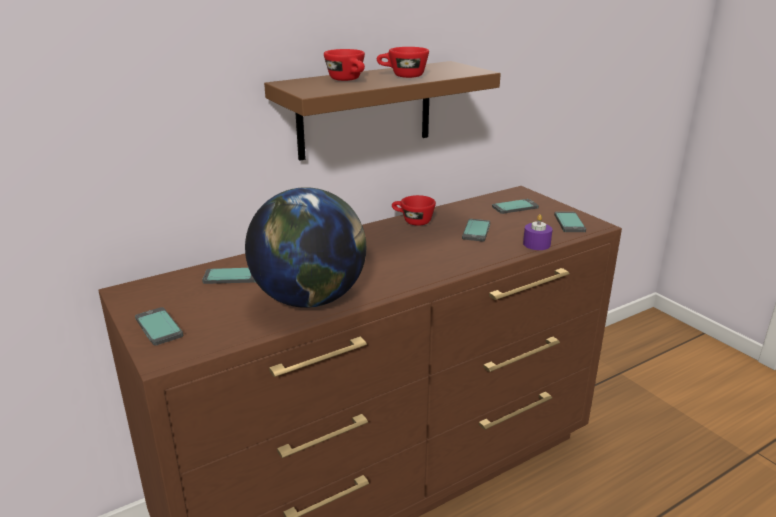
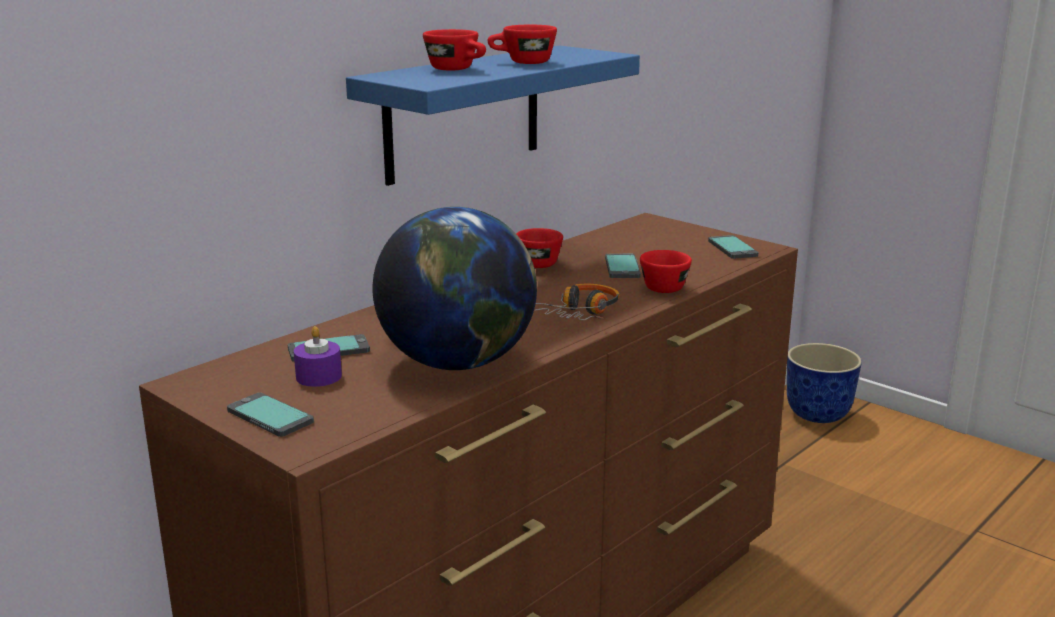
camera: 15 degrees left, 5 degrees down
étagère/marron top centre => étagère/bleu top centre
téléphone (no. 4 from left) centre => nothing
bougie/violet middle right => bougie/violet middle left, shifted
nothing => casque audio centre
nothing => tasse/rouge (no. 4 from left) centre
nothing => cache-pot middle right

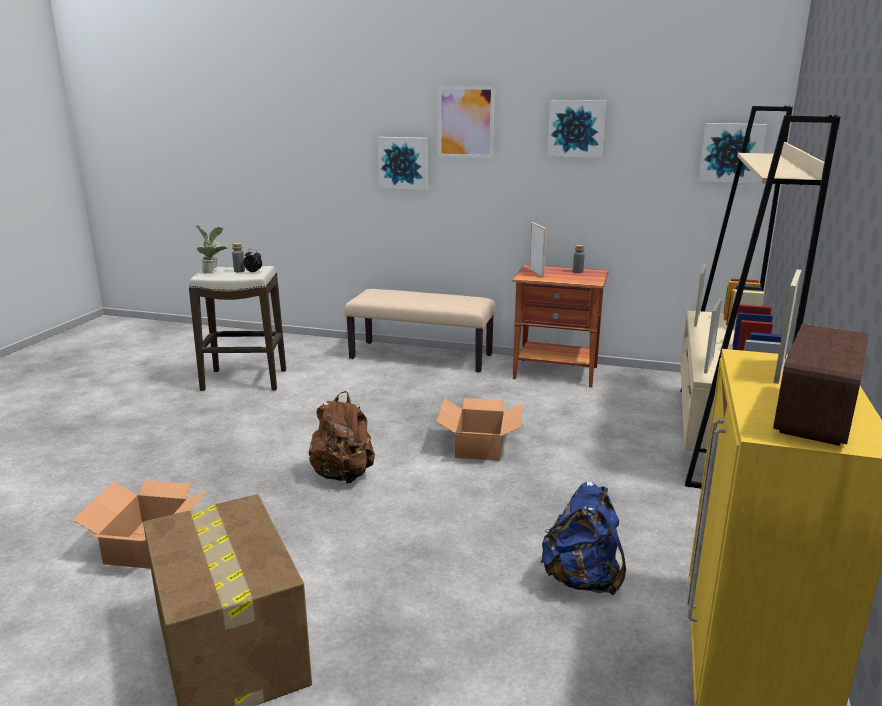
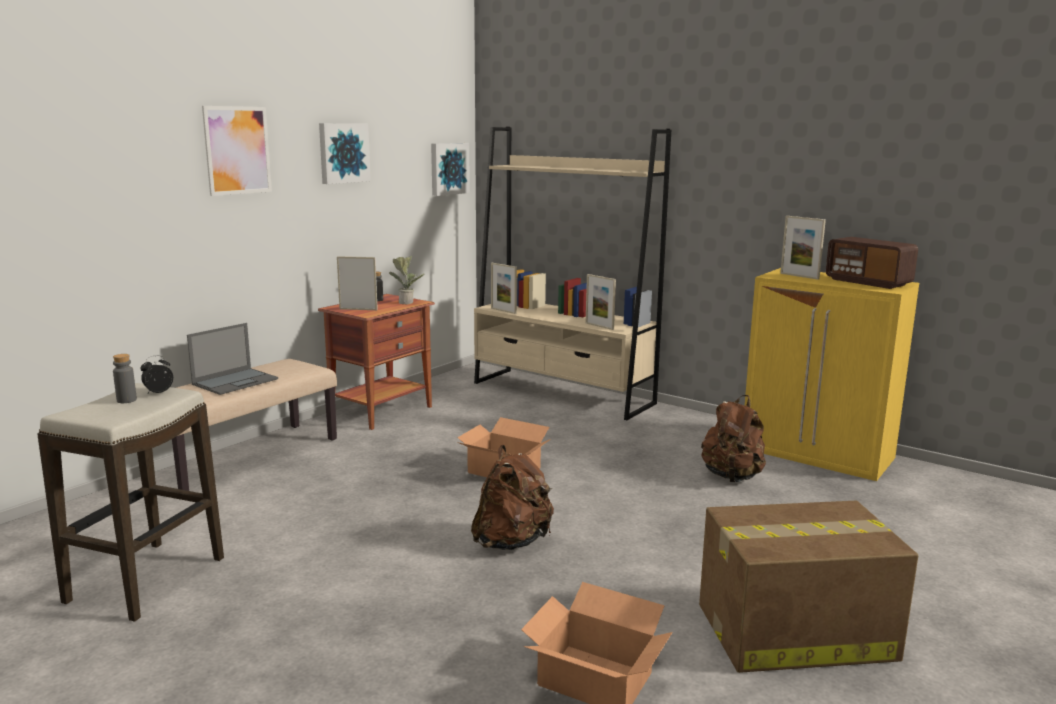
camera: 70 degrees left, 5 degrees down
plante en pot middle left => plante en pot centre, shifted
tableau (no. 1 from left) top centre => nothing
sac à dos/bleu bottom centre => sac à dos/marron (no. 2 from left) middle right
nothing => ordinateur portable middle left

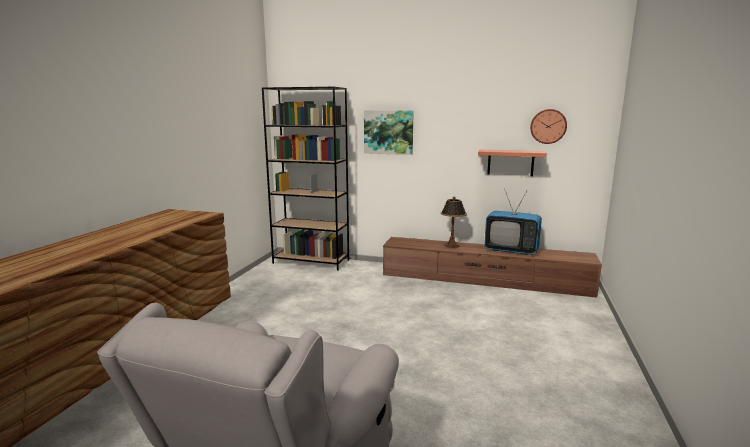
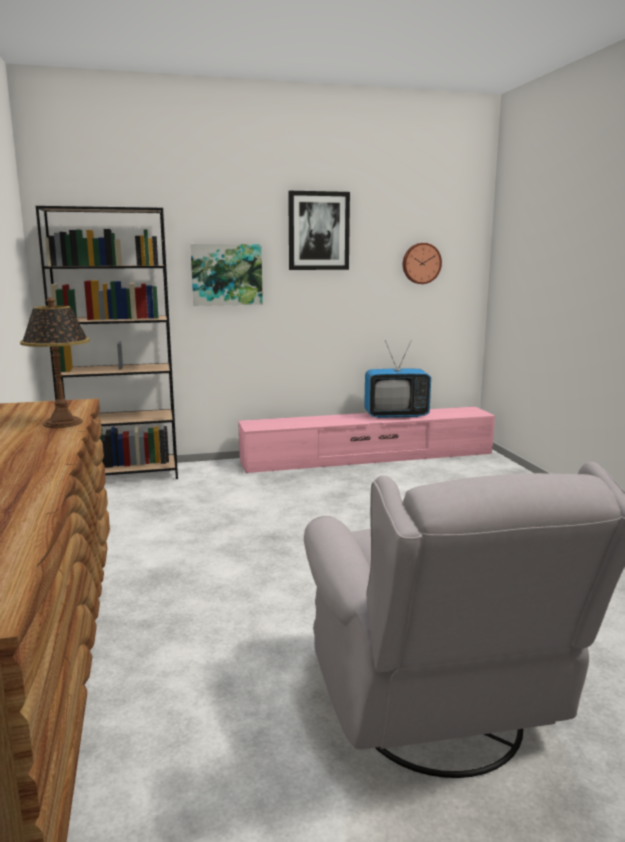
camera: 30 degrees left, 0 degrees up
meuble télé/marron centre => meuble télé/rose centre
lampe de table centre => lampe de table middle left, shifted
étagère middle right => nothing
nothing => tableau (no. 2 from left) top centre

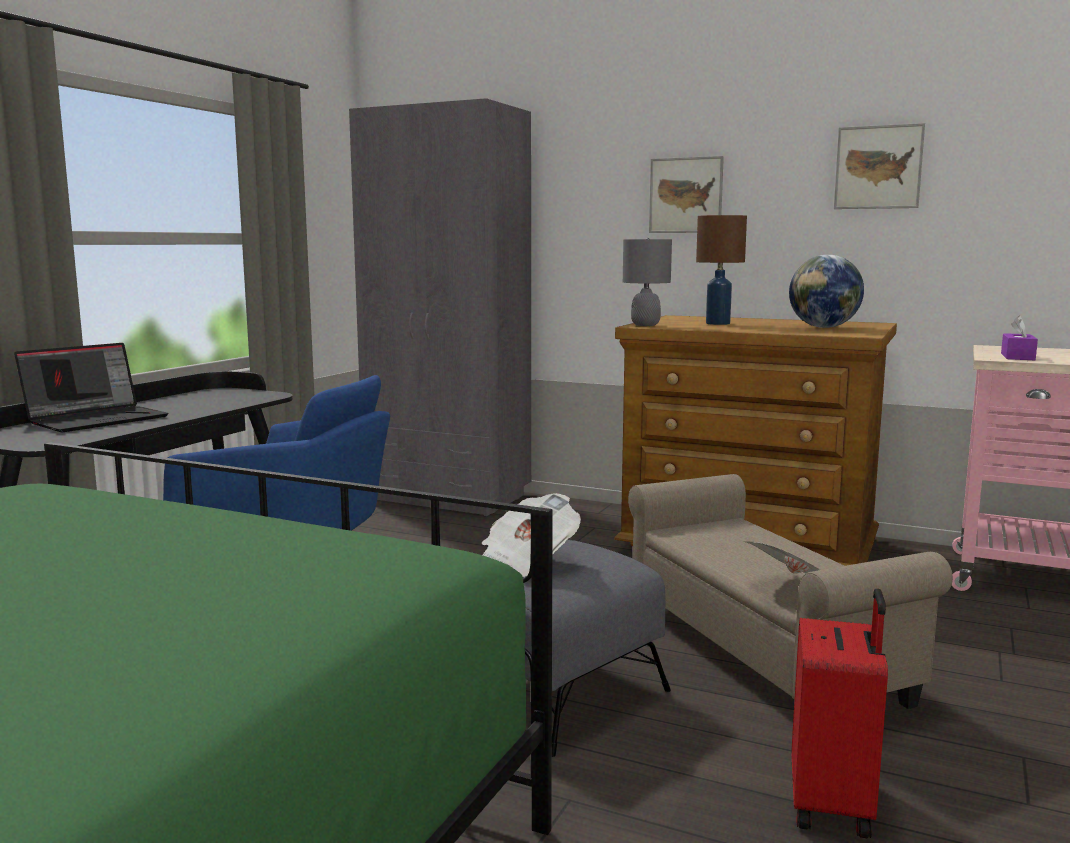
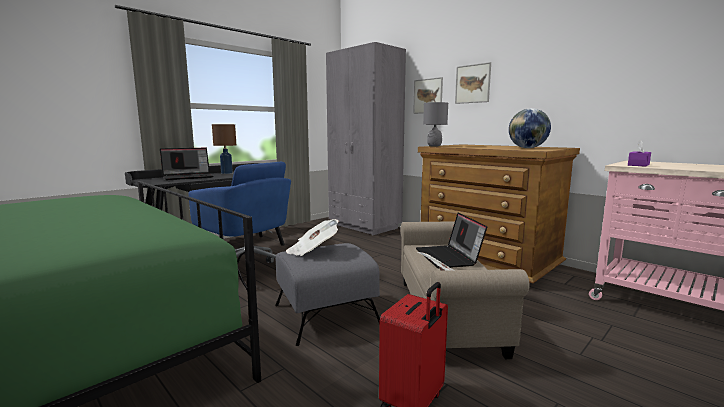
camera: 20 degrees right, 0 degrees up
lampe de table/marron top right => lampe de table/marron middle left, shifted
tableau (no. 2 from left in the first image) top right => tableau (no. 1 from left) top centre, shifted
nothing => ordinateur portable (no. 2 from left) centre

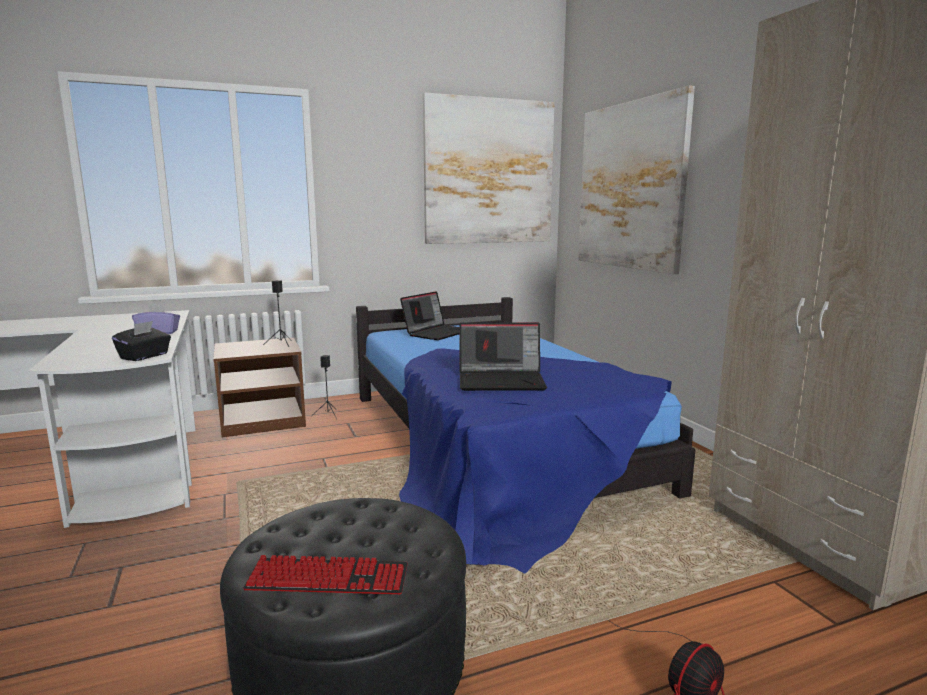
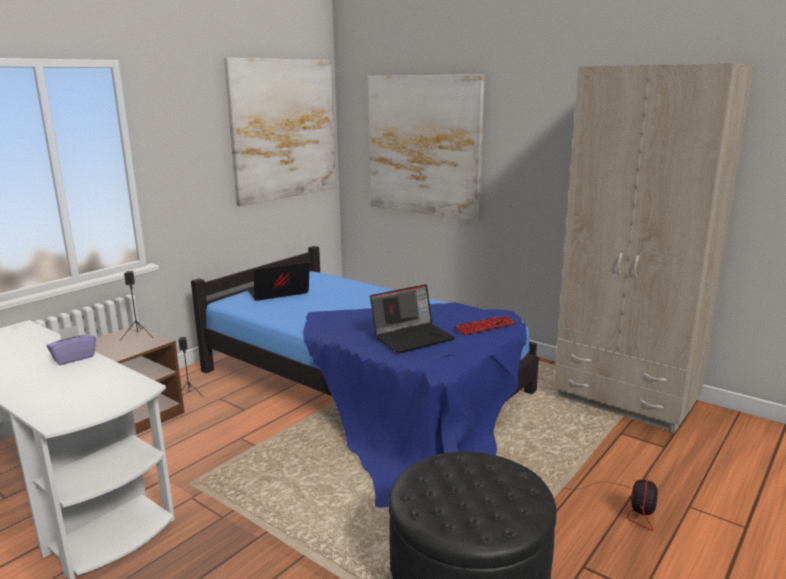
camera: 30 degrees left, 5 degrees up
boîte à mouchoirs/noir middle left => nothing
clavier bottom centre => clavier centre, shifted
ordinateur portable (no. 1 from left) centre, 120 degrees counterclockwise

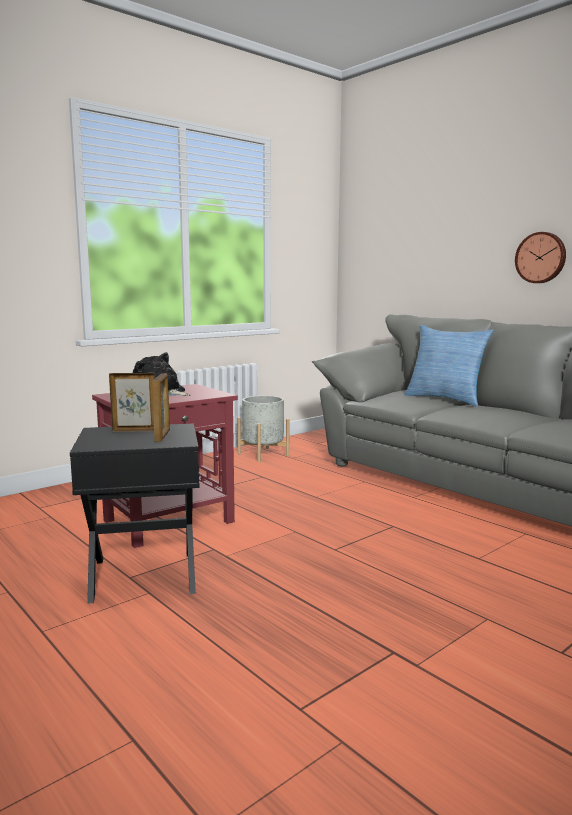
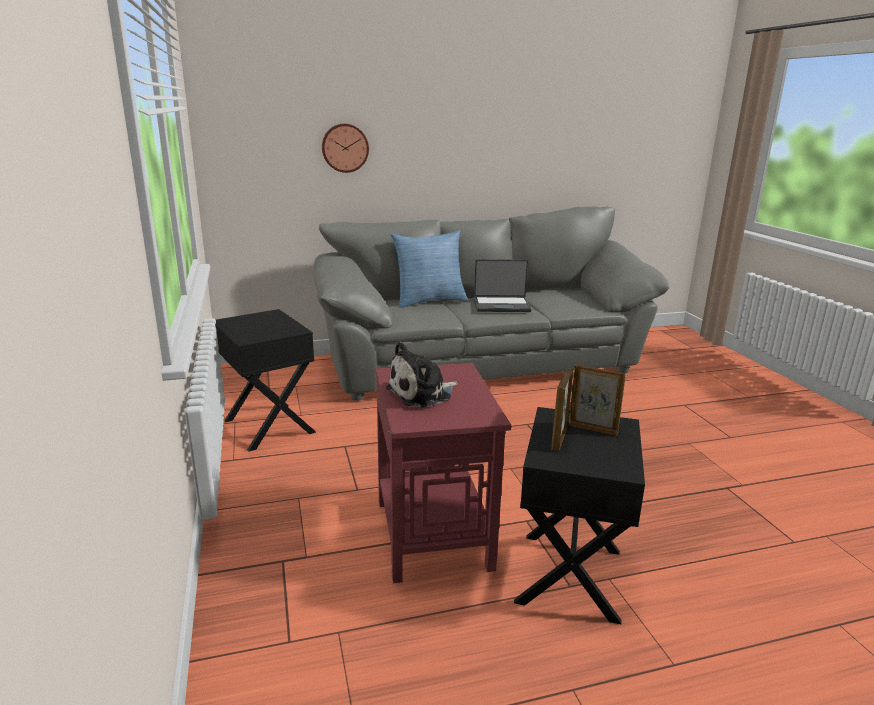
camera: 65 degrees left, 10 degrees up
cache-pot/gris centre => table d'appoint/noir (no. 1 from left) middle left
horloge murale top right => horloge murale top centre, shifted
nothing => ordinateur portable centre

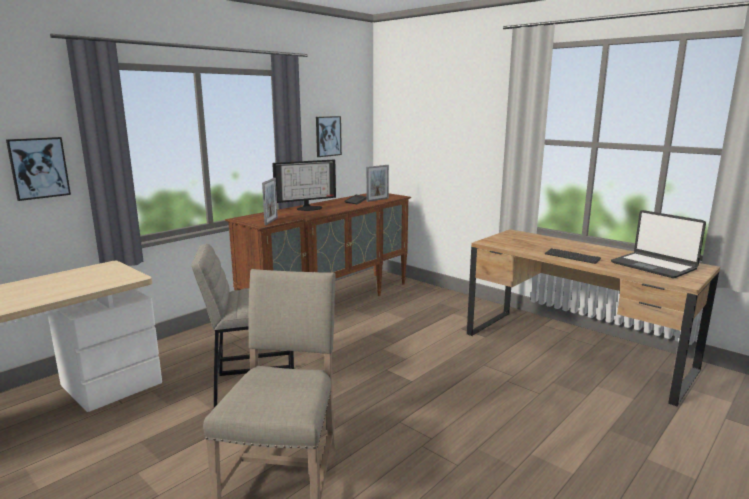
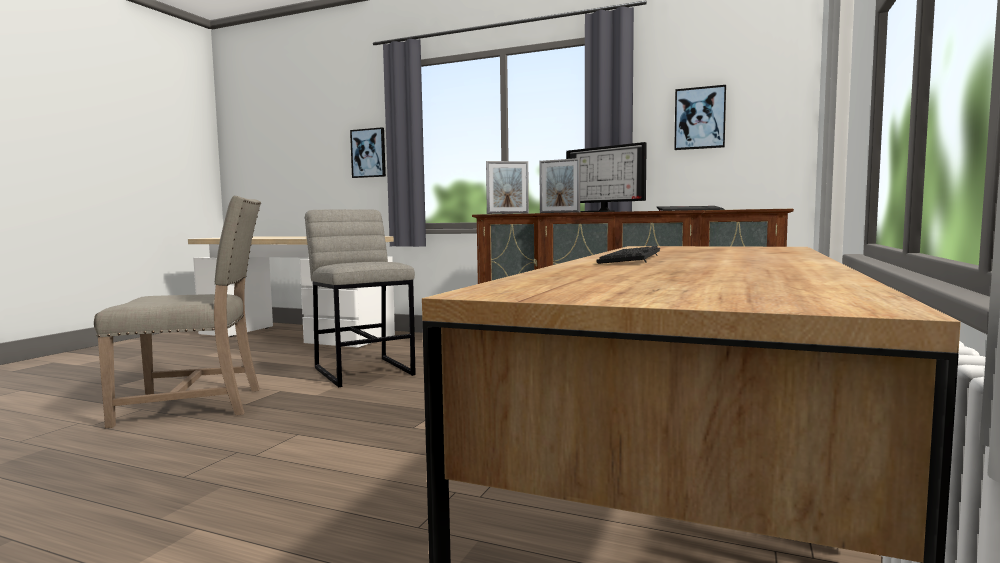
camera: 70 degrees right, 10 degrees down
cadre photo (no. 2 from left) centre => cadre photo (no. 2 from left) top centre, shifted
ordinateur portable middle right => nothing

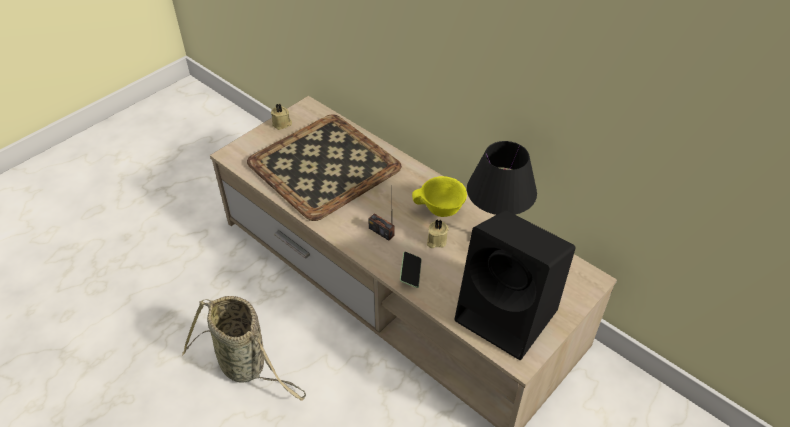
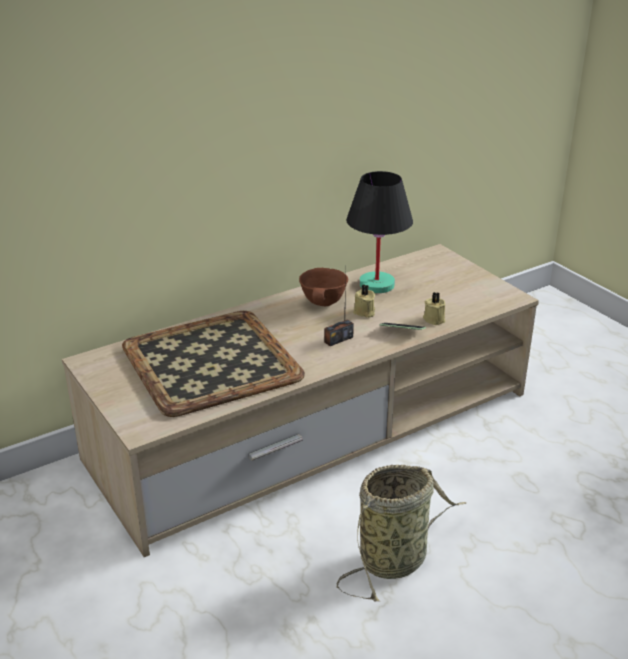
camera: 75 degrees left, 15 degrees down
bougie/beige (no. 1 from left in the first image) top centre => bougie/beige (no. 2 from left) middle right, shifted
bol/jaune centre => bol/marron centre
enceinte/noir bottom centre => nothing

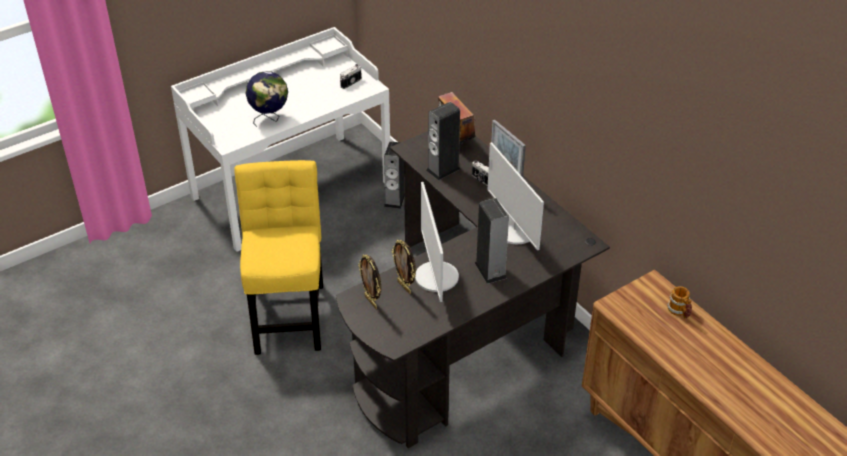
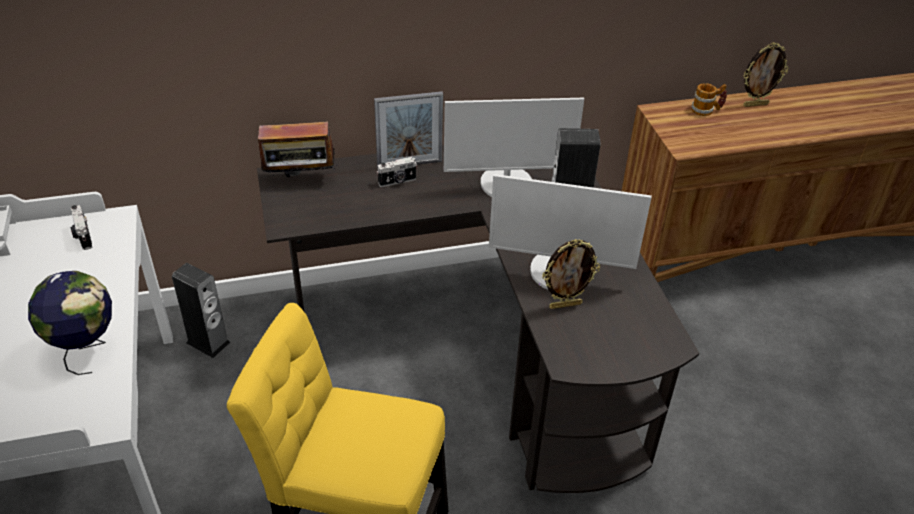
camera: 70 degrees left, 0 degrees up
cadre photo (no. 1 from left in the first image) centre => cadre photo (no. 3 from left) top right, shifted
enceinte (no. 2 from left) top centre => nothing

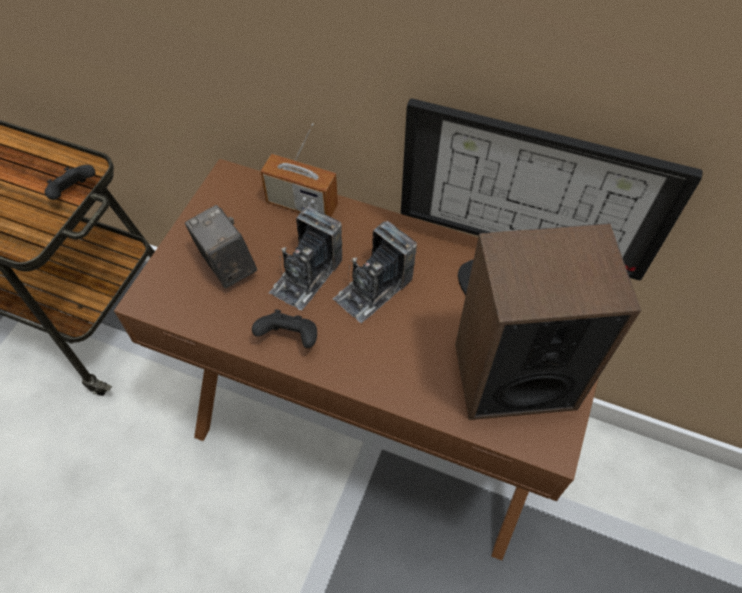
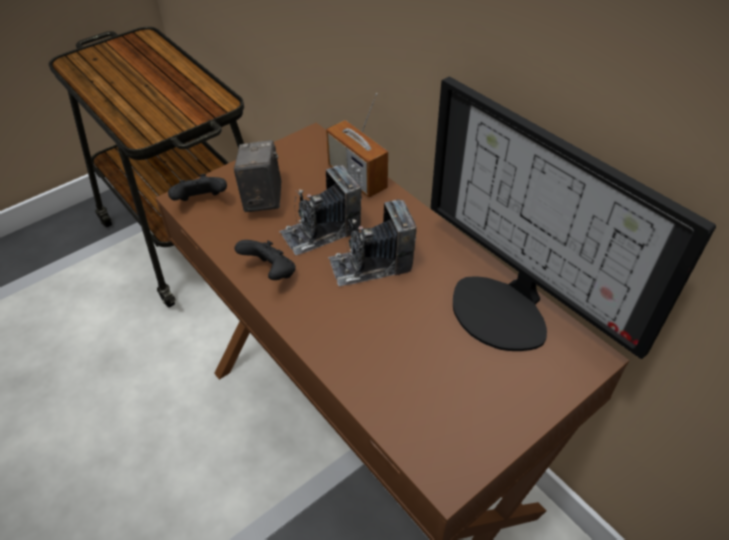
camera: 30 degrees right, 10 degrees down
manette/noir (no. 1 from left) top left => manette/noir (no. 1 from left) middle left, shifted
enceinte middle right => nothing

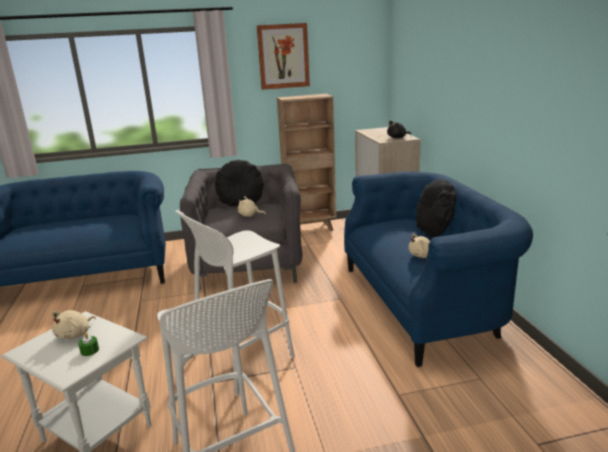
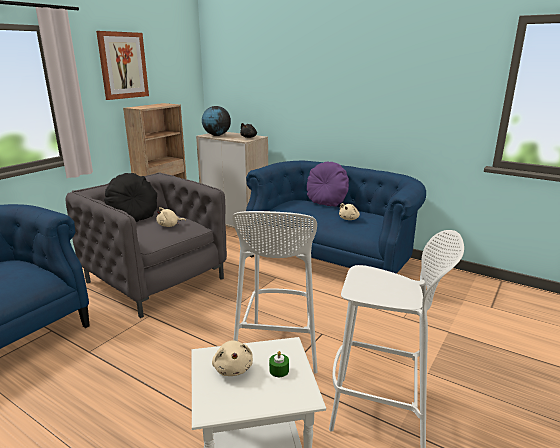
camera: 45 degrees left, 0 degrees up
coussin/noir (no. 2 from left) middle right => coussin/violet centre
nothing => globe top centre

